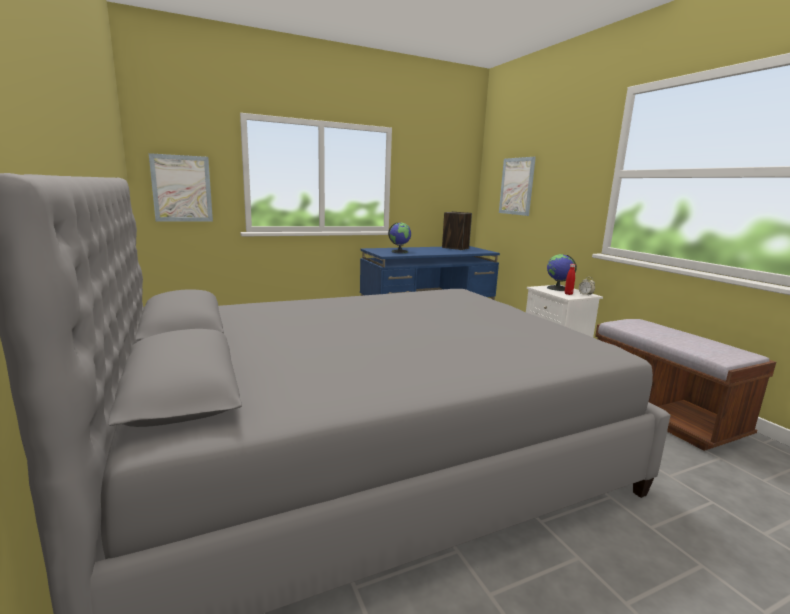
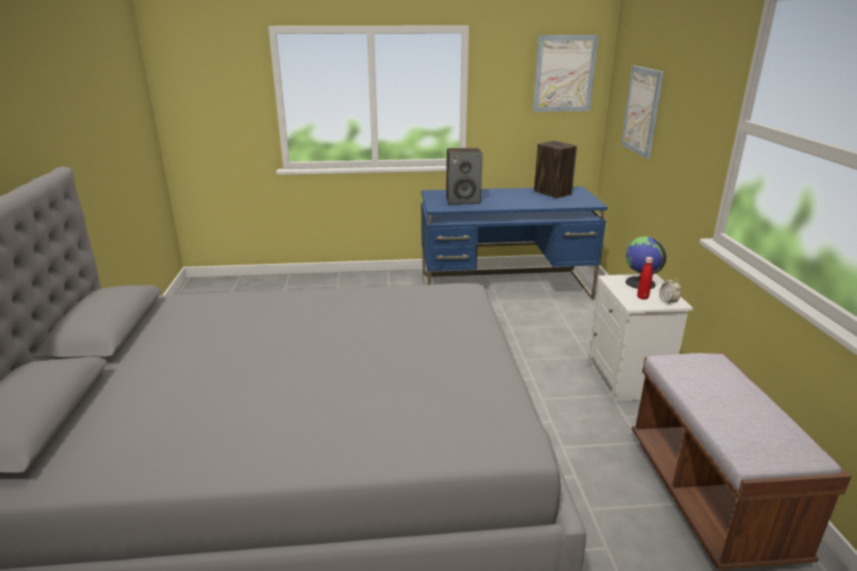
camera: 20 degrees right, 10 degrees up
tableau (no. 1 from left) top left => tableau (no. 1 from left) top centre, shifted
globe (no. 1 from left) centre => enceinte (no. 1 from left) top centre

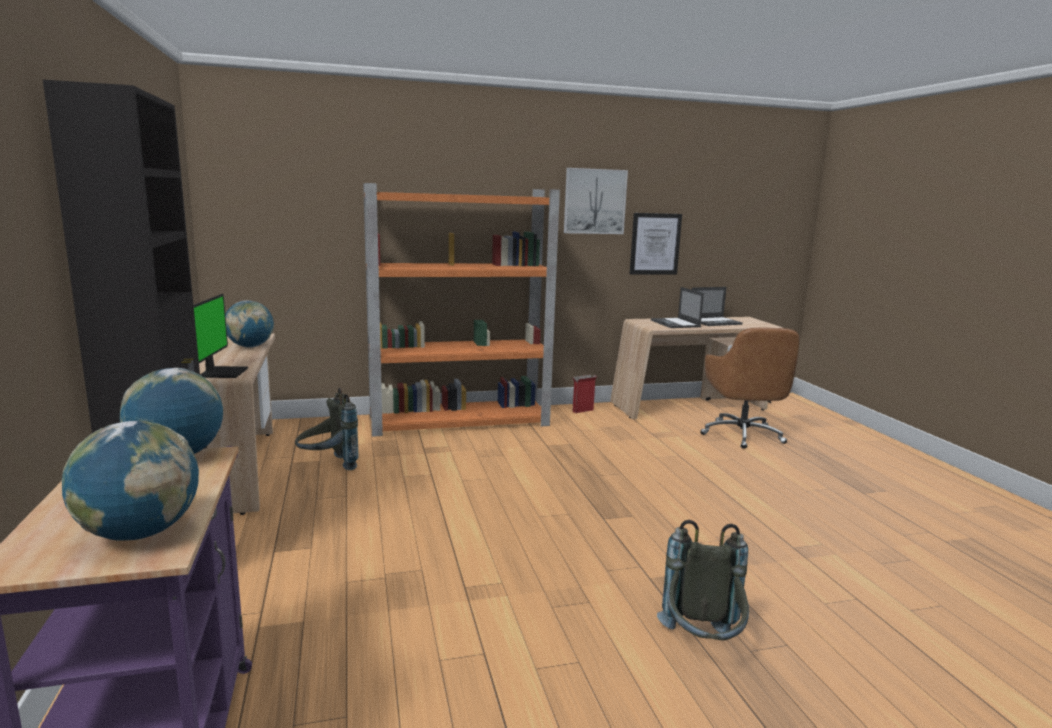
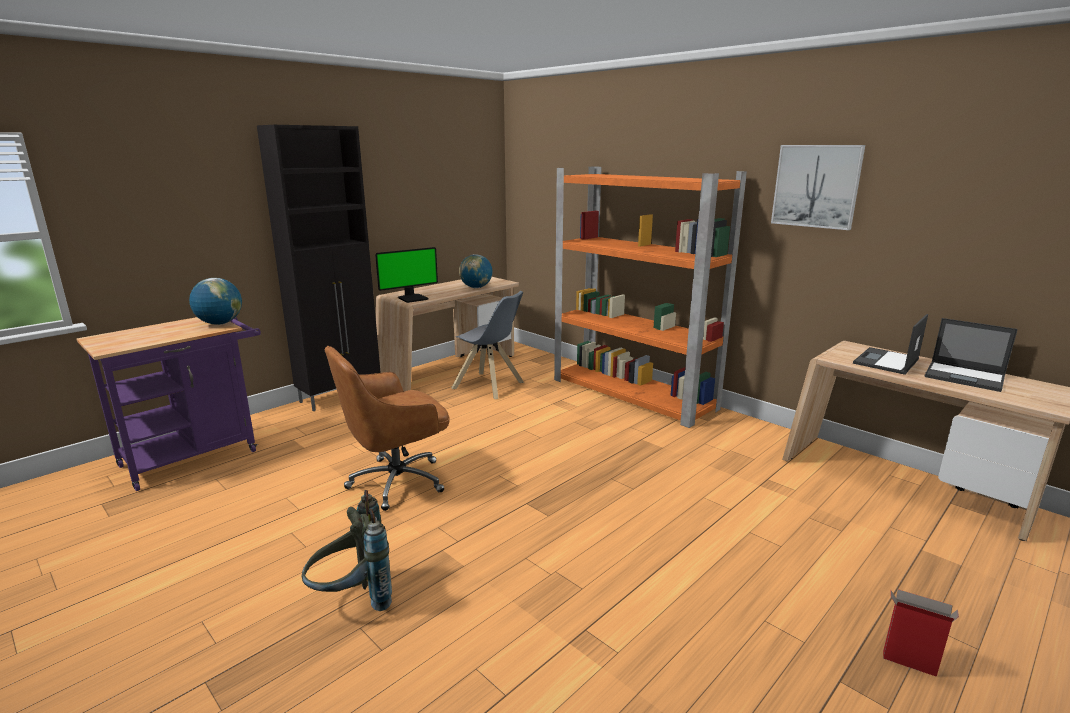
camera: 60 degrees right, 5 degrees up
globe (no. 1 from left) middle left => nothing
sac à dos/gris (no. 1 from left) middle left => chaise/gris centre
carton centre => carton bottom right, shifted
tableau (no. 2 from left) centre => nothing
chaise de bureau/marron middle right => chaise de bureau/marron centre, shifted

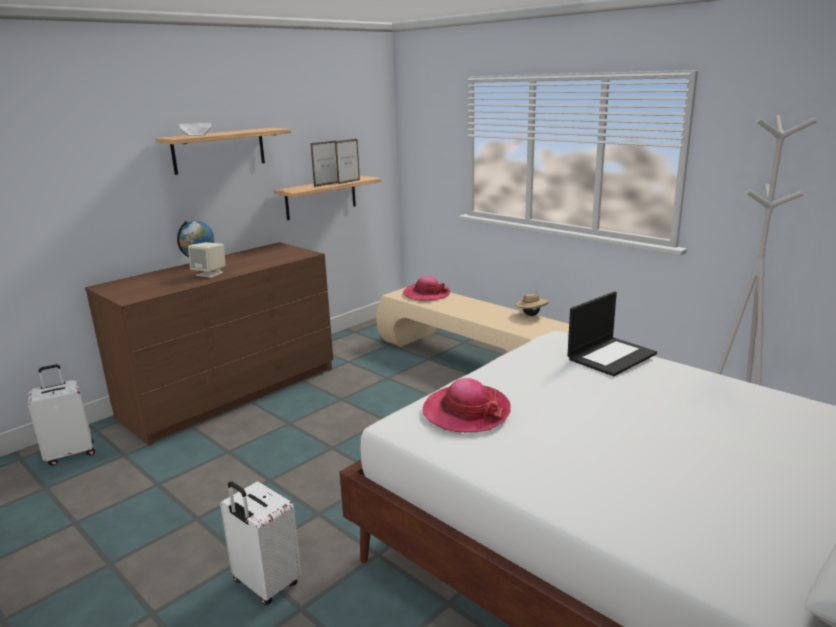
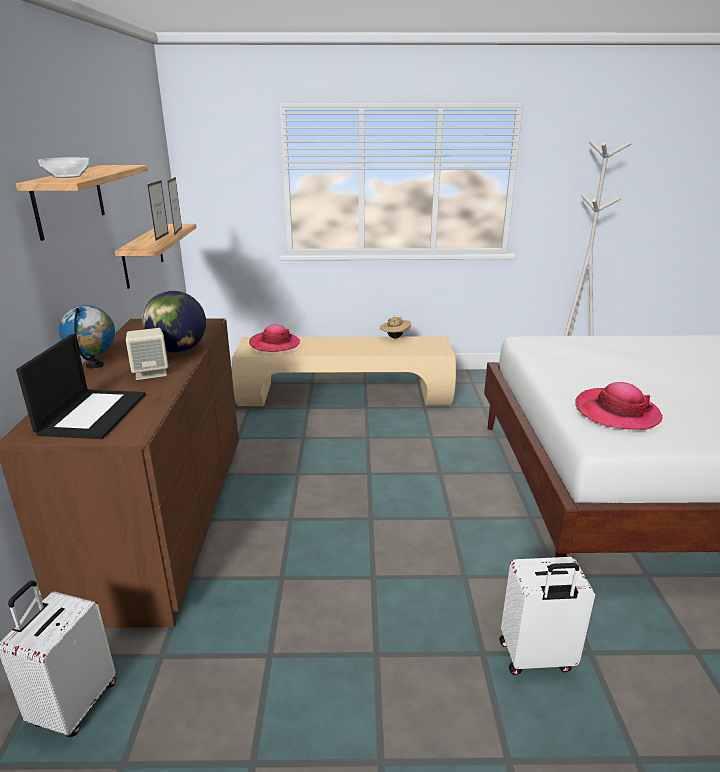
camera: 45 degrees left, 5 degrees up
ordinateur portable middle right => ordinateur portable middle left, shifted
nothing => globe (no. 2 from left) middle left

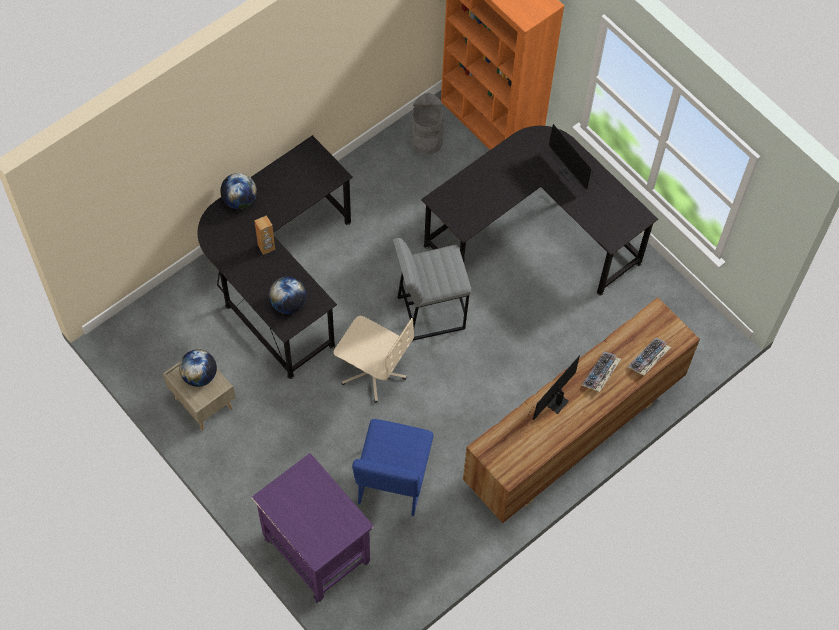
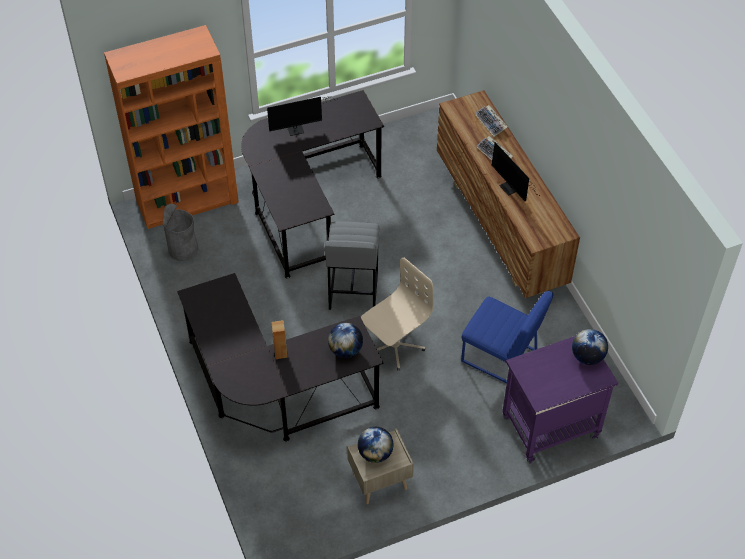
camera: 70 degrees left, 10 degrees down
globe (no. 2 from left in the first image) top left => globe (no. 3 from left) middle right, shifted

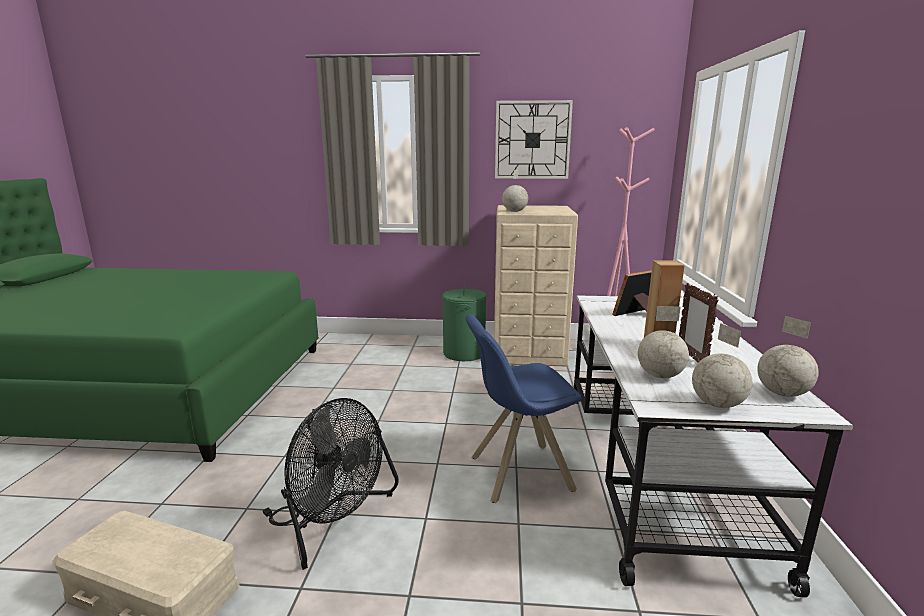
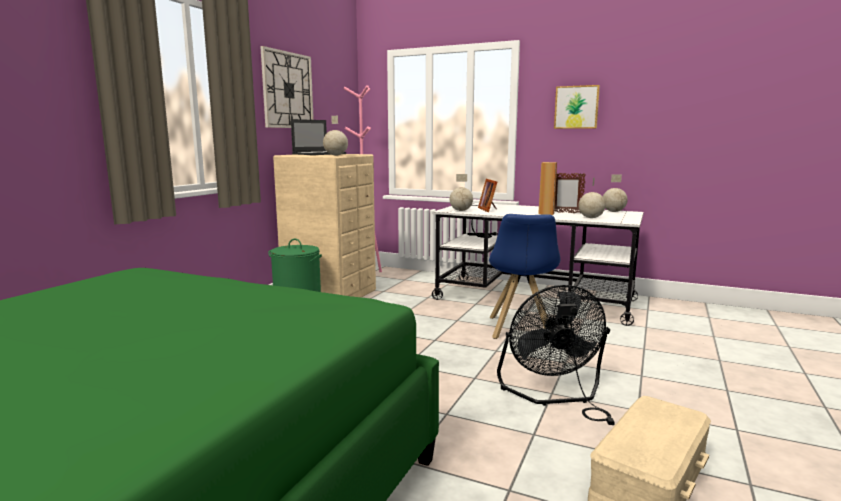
camera: 70 degrees left, 5 degrees down
ventilateur/noir bottom centre, 60 degrees counterclockwise
globe (no. 3 from left in the first image) middle right => globe (no. 2 from left) centre, shifted
nothing => ordinateur portable top centre
nothing => tableau top right

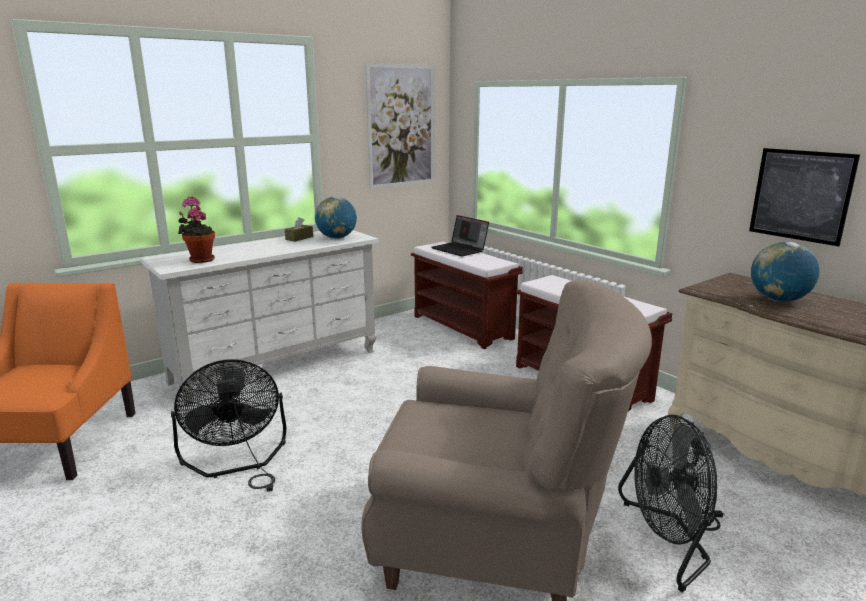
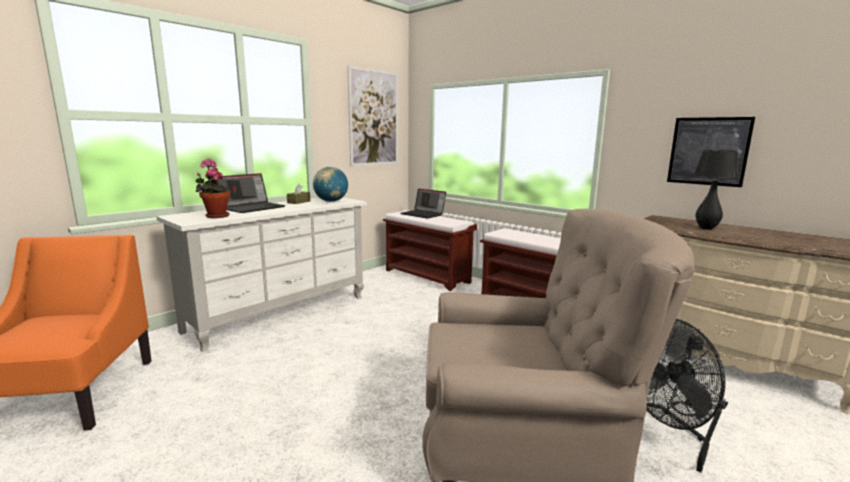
camera: 10 degrees left, 5 degrees down
ventilateur/noir (no. 1 from left) bottom left => nothing
globe (no. 2 from left) middle right => lampe de table/noir middle right
nothing => ordinateur portable (no. 1 from left) middle left

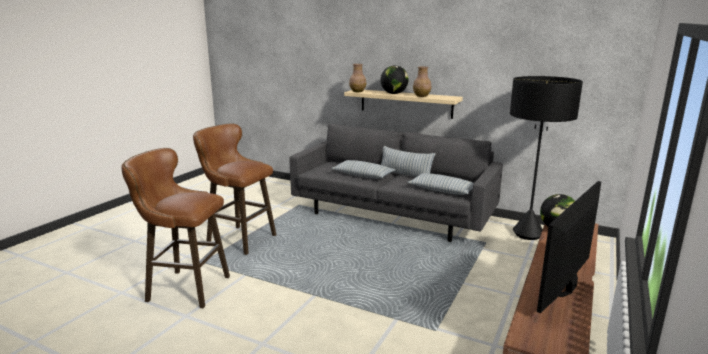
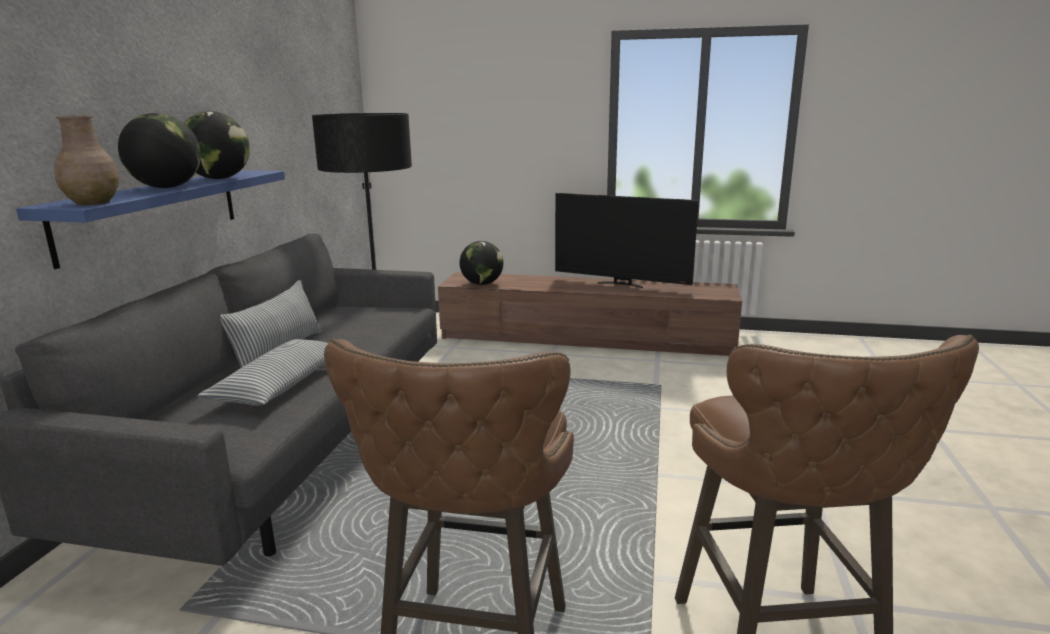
camera: 105 degrees left, 0 degrees up
étagère/beige top centre => étagère/bleu middle left
coussin (no. 3 from left) centre => nothing
vase/marron (no. 2 from left) top centre => globe (no. 2 from left) top left

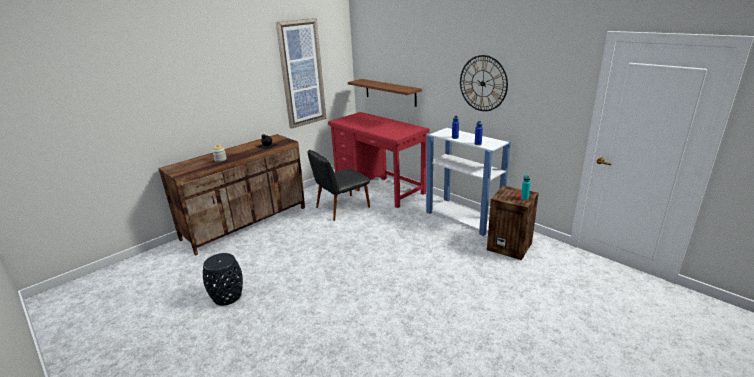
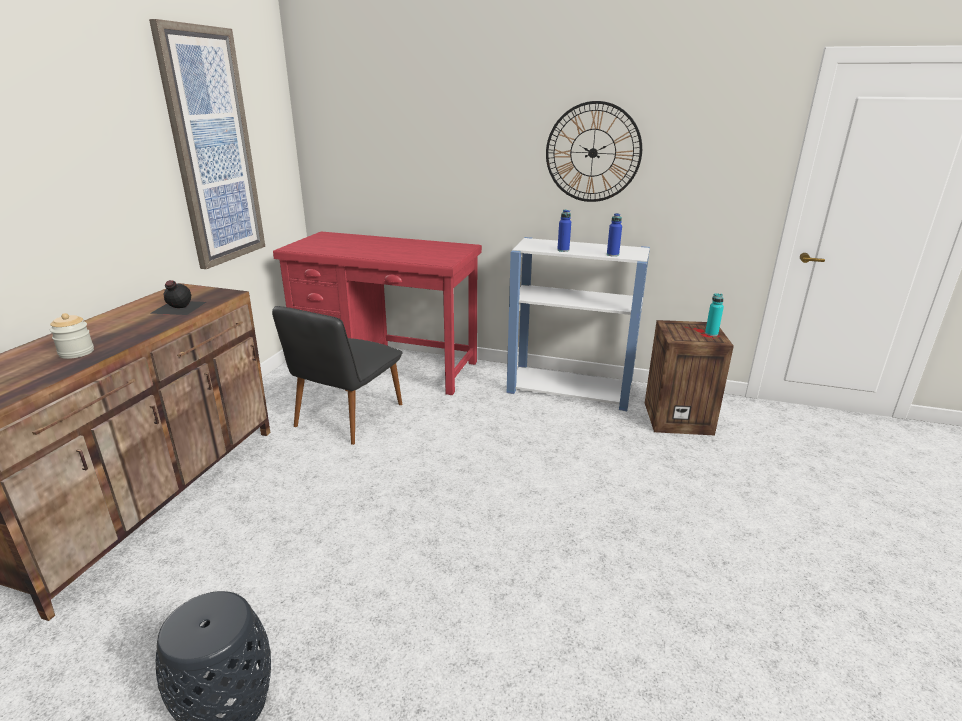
camera: 30 degrees left, 0 degrees up
étagère/marron top centre => nothing

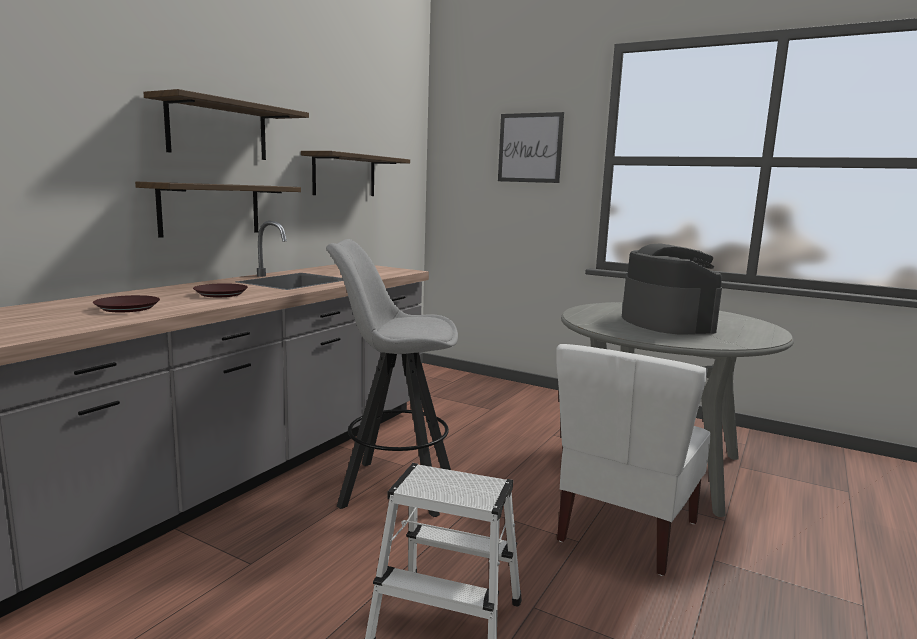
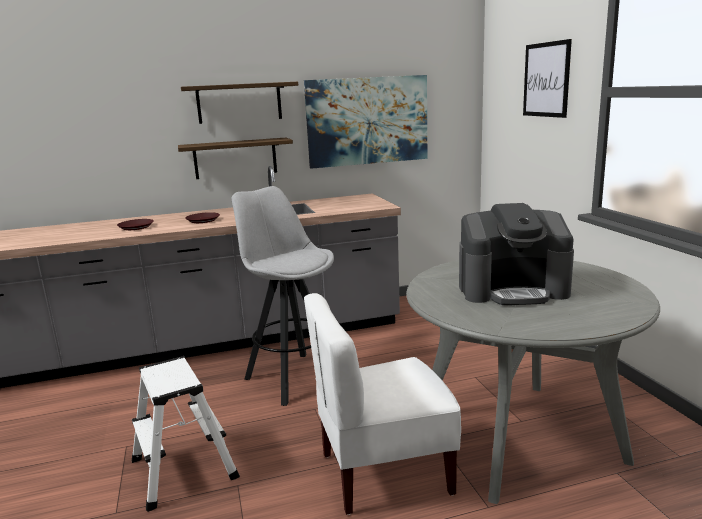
camera: 45 degrees right, 5 degrees up
étagère (no. 3 from left) top centre => tableau (no. 1 from left) top centre
machine à café middle right, 60 degrees clockwise

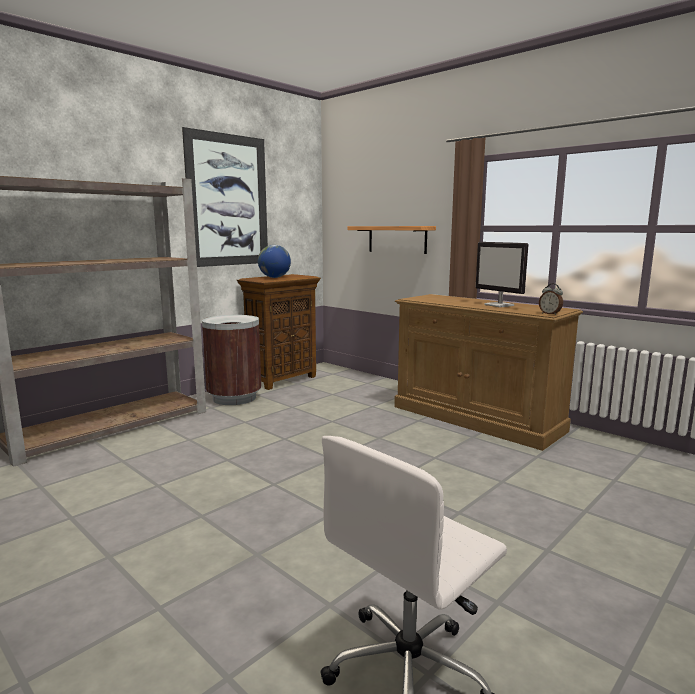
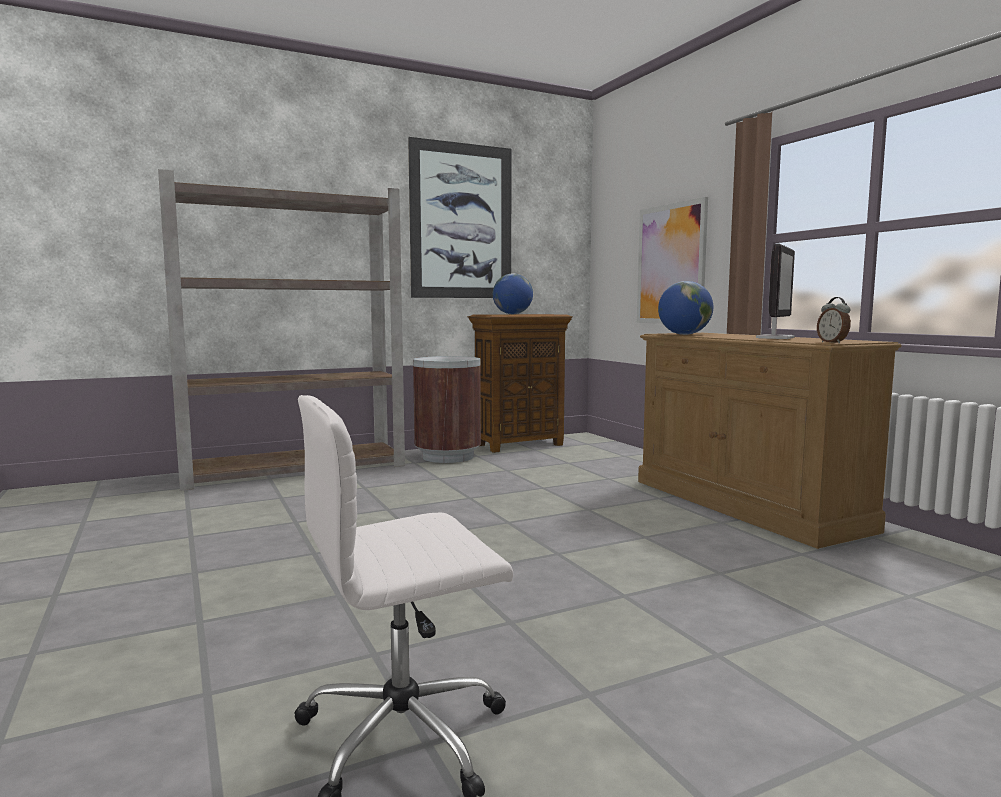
camera: 20 degrees right, 5 degrees down
étagère centre => tableau (no. 2 from left) top right
écran d'ordinateur middle right, 135 degrees counterclockwise
nothing => globe (no. 2 from left) middle right

